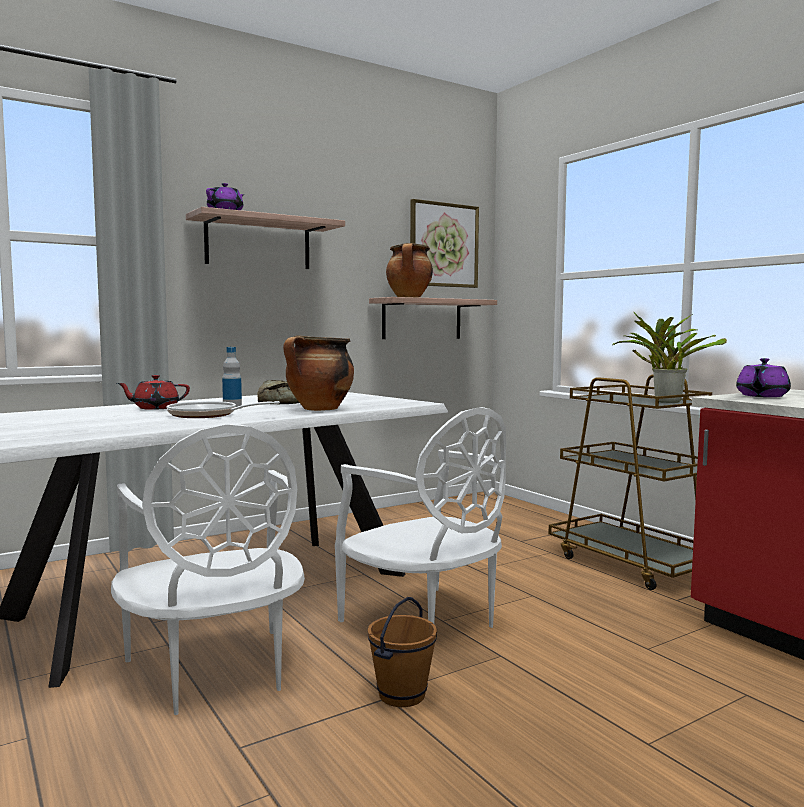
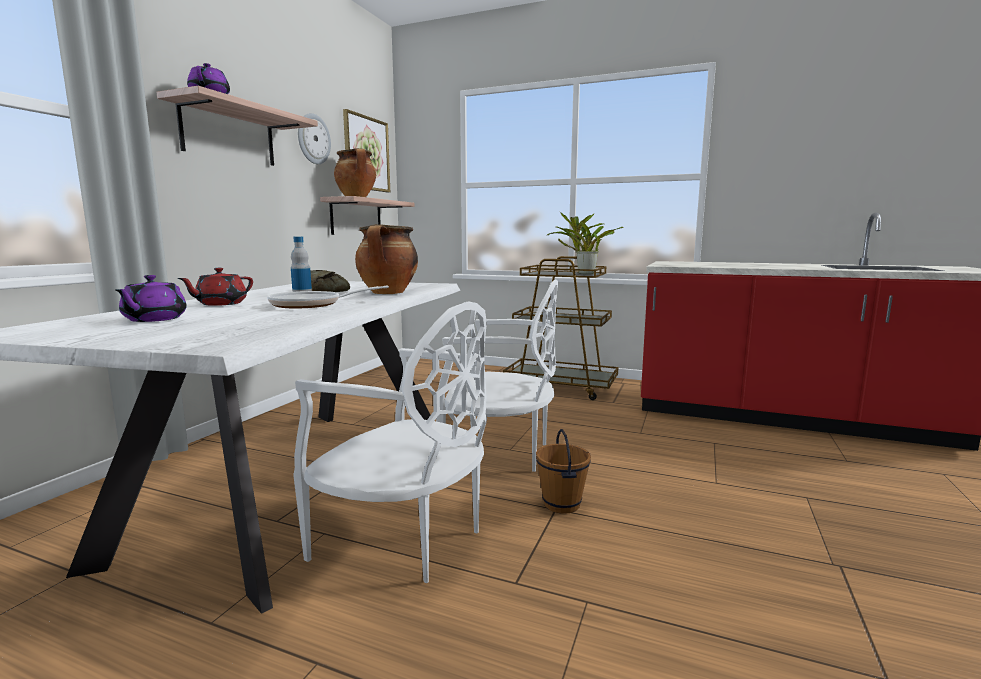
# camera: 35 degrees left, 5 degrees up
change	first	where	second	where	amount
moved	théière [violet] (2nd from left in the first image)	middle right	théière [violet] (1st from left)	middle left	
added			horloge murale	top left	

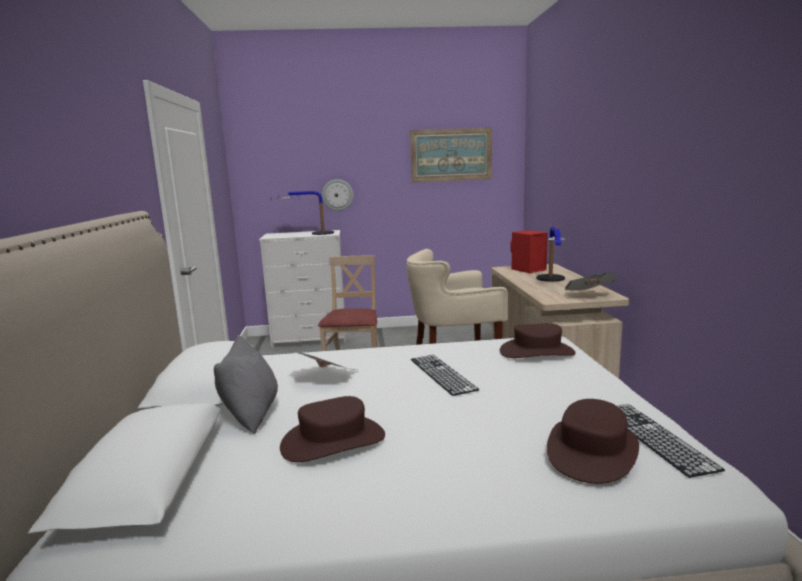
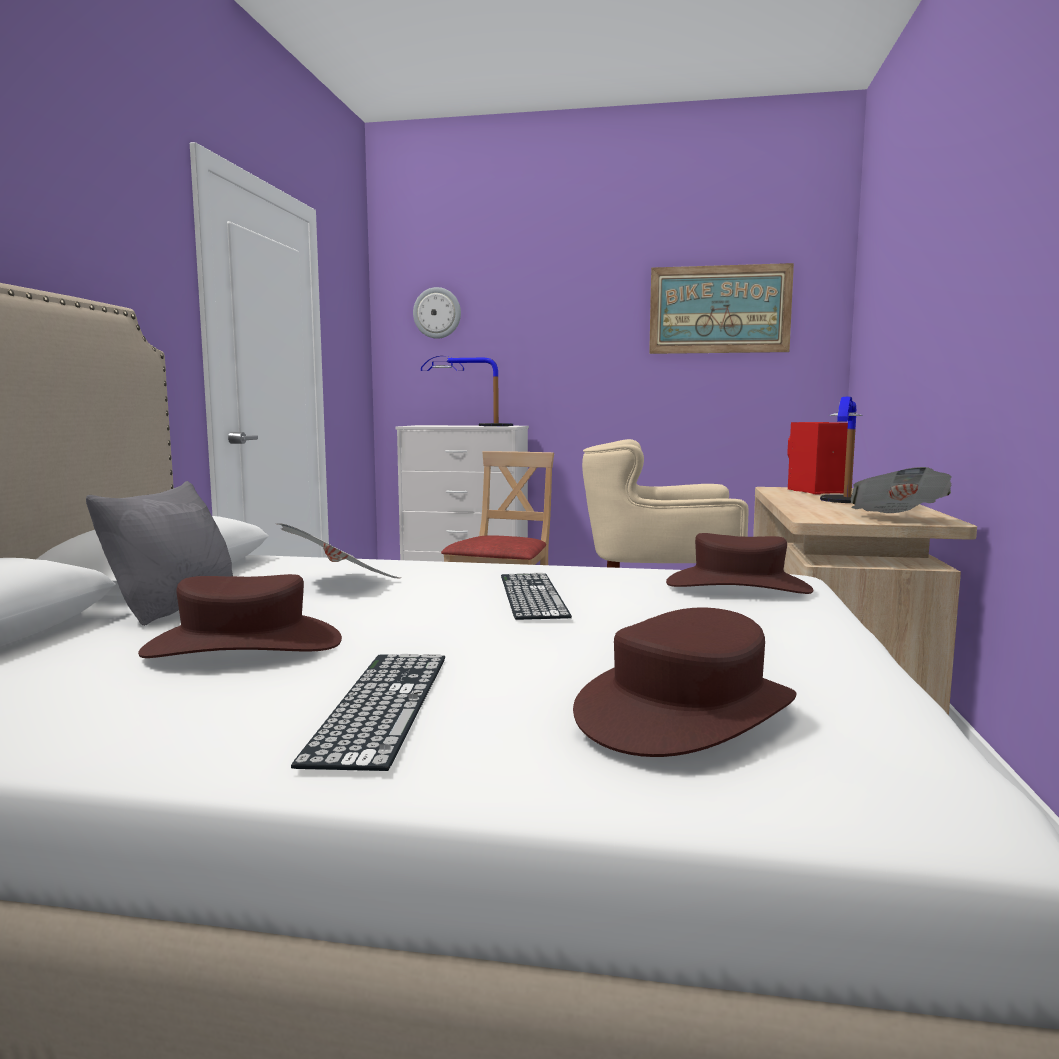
# camera: 15 degrees right, 5 degrees down
change	first	where	second	where	amount
moved	clavier (2nd from left in the first image)	bottom right	clavier (1st from left)	bottom centre	
moved	horloge murale	centre		top centre	

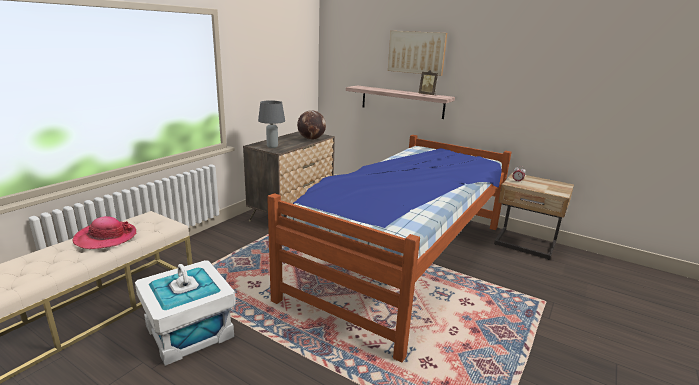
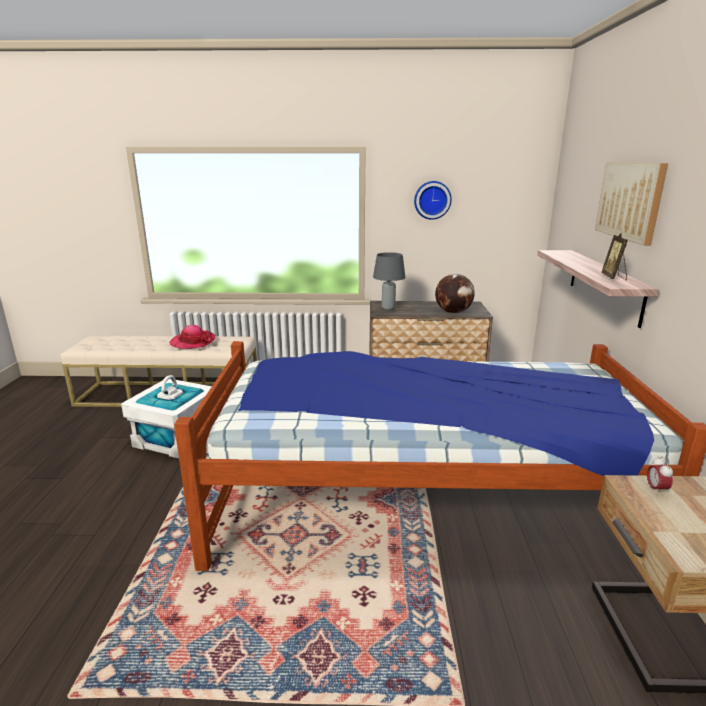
# camera: 60 degrees right, 0 degrees up
change	first	where	second	where	amount
added			horloge murale	top centre	

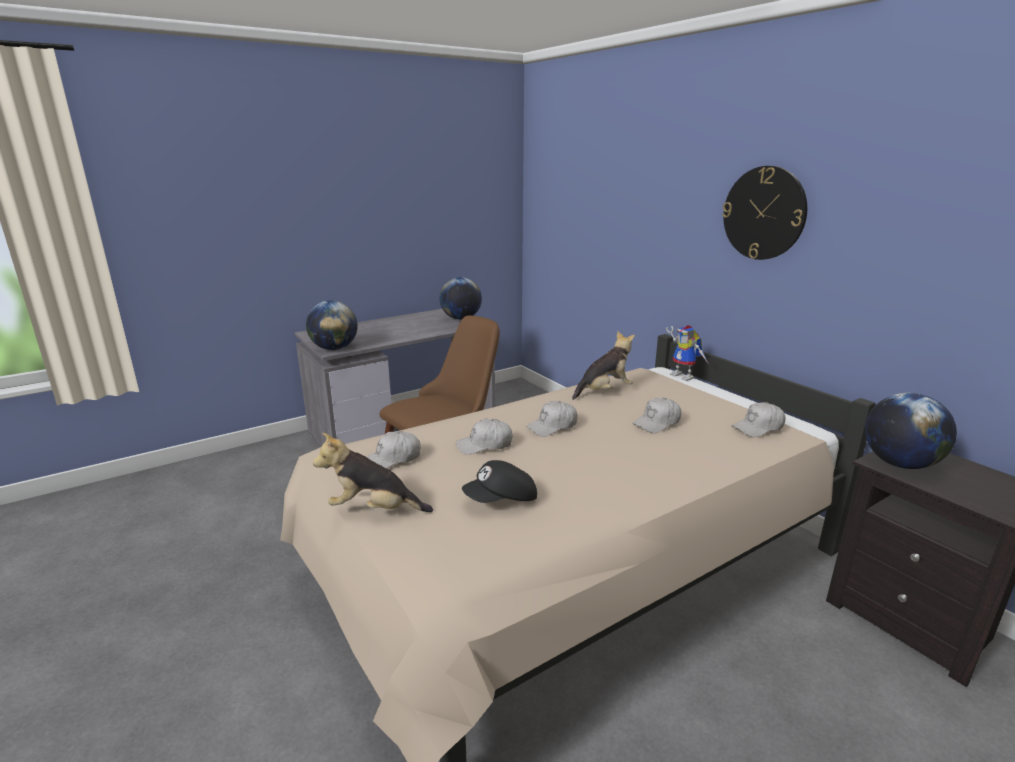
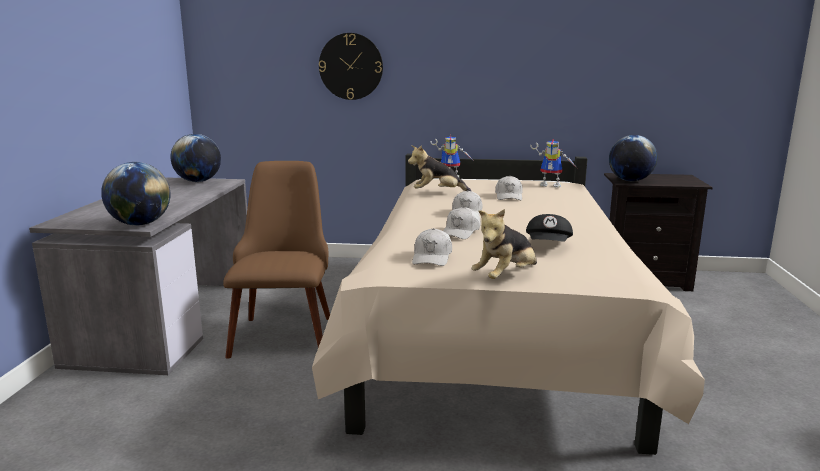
# camera: 50 degrees left, 5 degrees down
change	first	where	second	where	amount
moved	horloge murale	top right		top centre	
turned	peluche (2nd from left in the first image)	centre	peluche (1st from left)	centre	105 degrees counterclockwise
replaced	casquette [blanc] (5th from left)	middle right	robot jouet (2nd from left)	middle right	

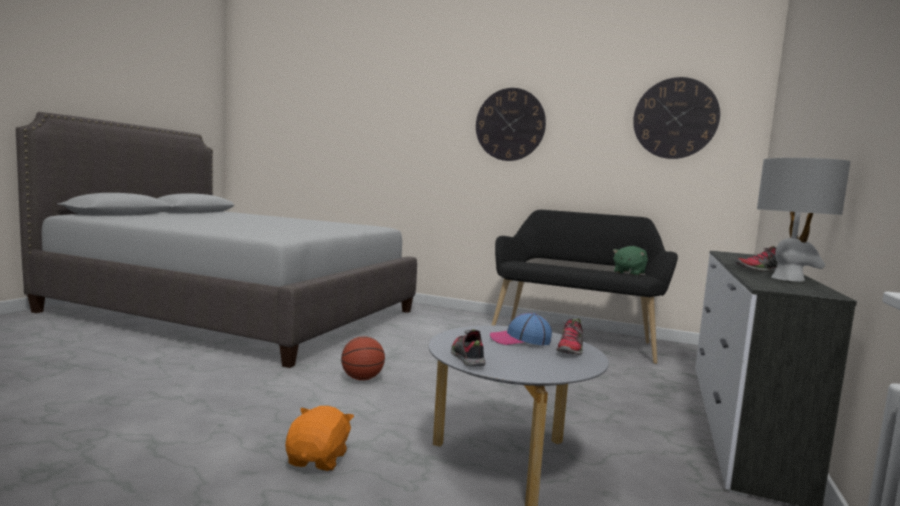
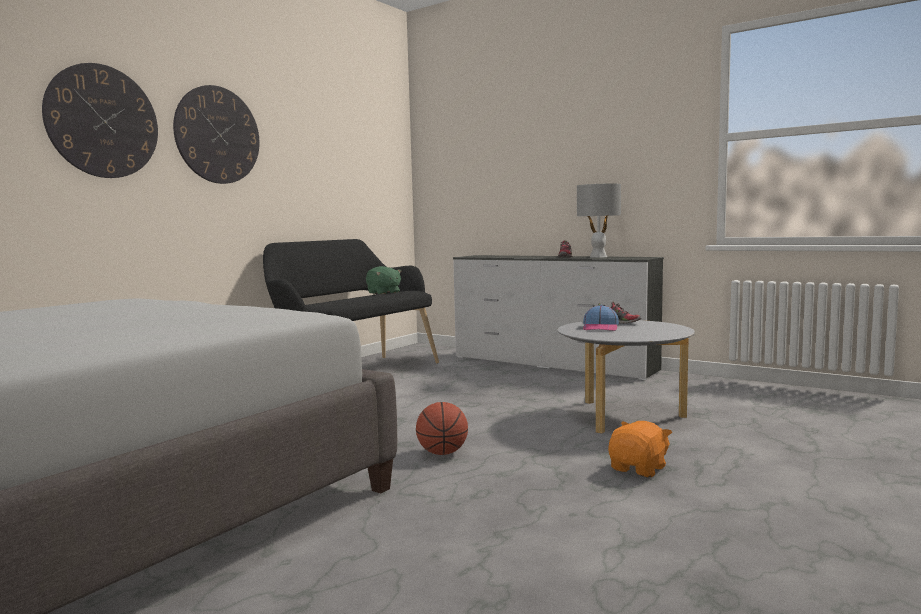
# camera: 75 degrees left, 0 degrees up
change	first	where	second	where	amount
moved	horloge murale (2nd from left in the first image)	top right	horloge murale (1st from left)	top left	
turned	peluche [orange]	bottom centre		bottom right	105 degrees clockwise
removed	chaussure (1st from left)	bottom centre			

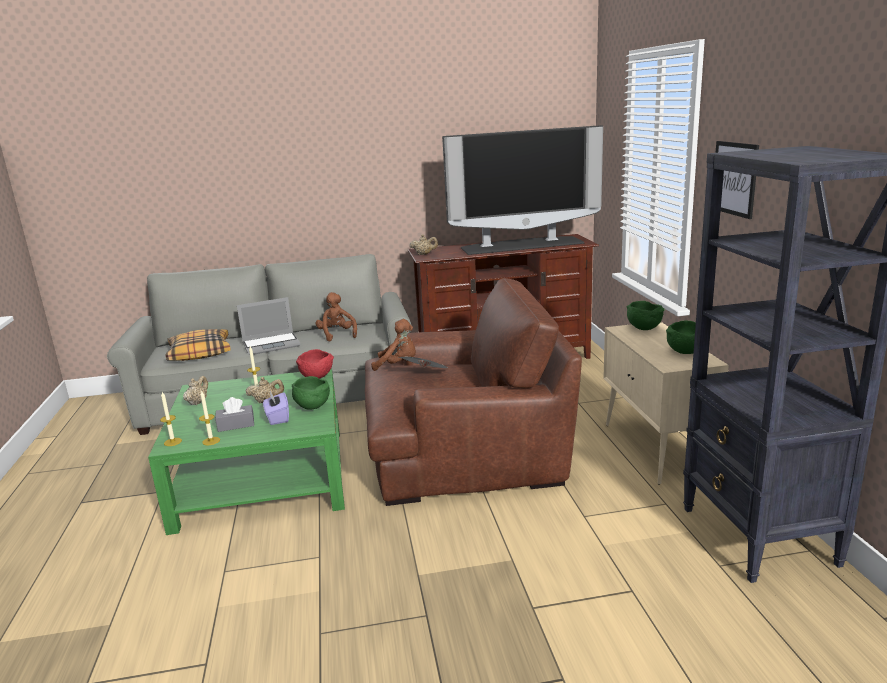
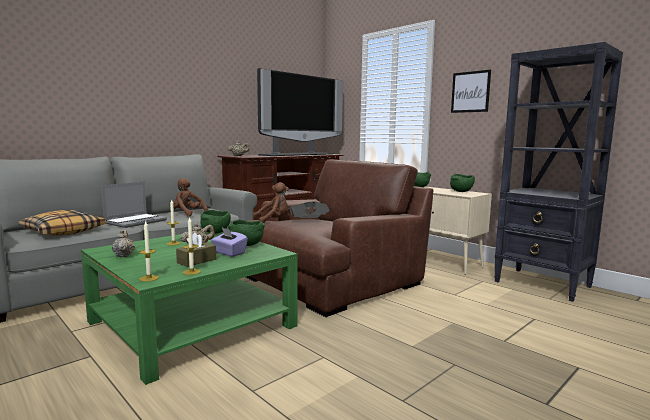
# camera: 35 degrees left, 10 degrees down
change	first	where	second	where	amount
recoloured	boîte à mouchoirs [gris]	middle left	boîte à mouchoirs [marron]	middle left	
recoloured	bol [rouge]	centre	bol [vert] (1st from left)	middle left	

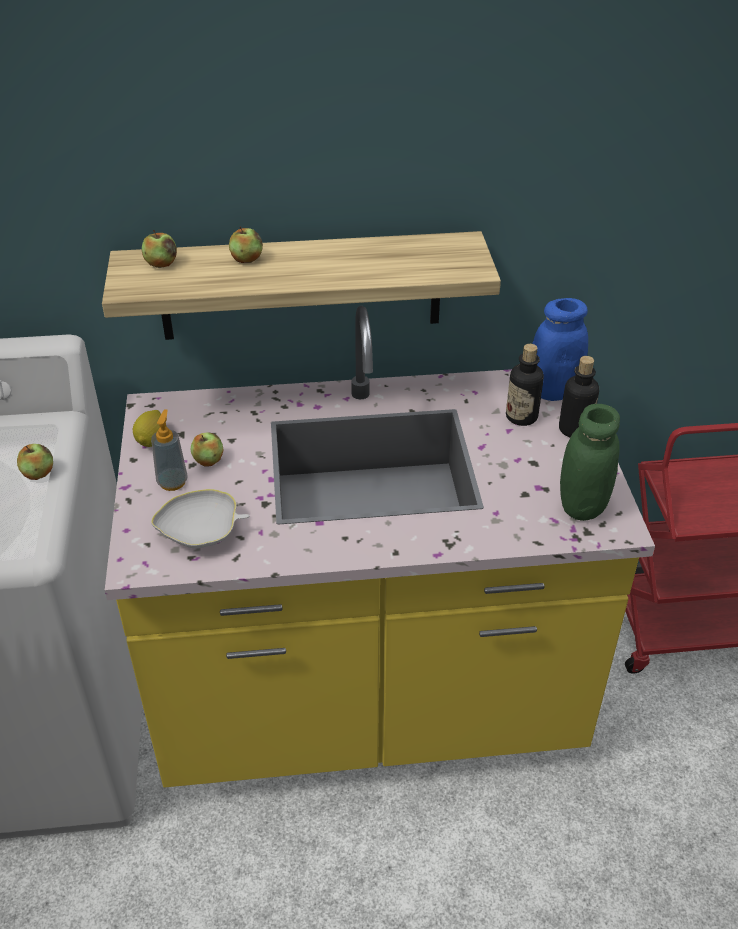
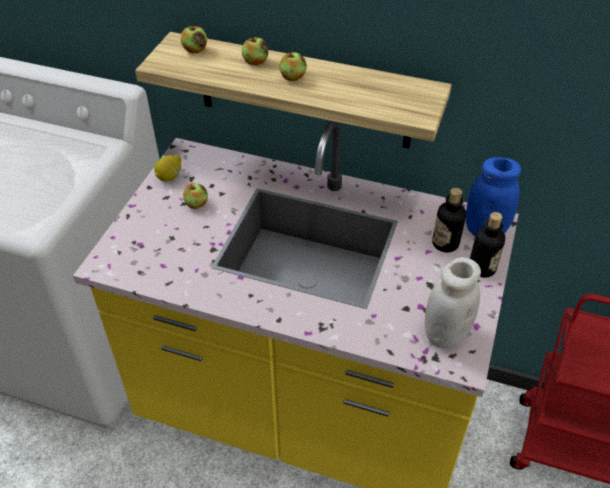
# camera: 25 degrees right, 5 degrees up
change	first	where	second	where	amount
moved	pomme (1st from left in the first image)	middle left	pomme (4th from left)	top centre	
recoloured	bocal [vert]	middle right	bocal [blanc]	middle right	
removed	distributeur de savon	middle left			
removed	bol [blanc]	middle left			

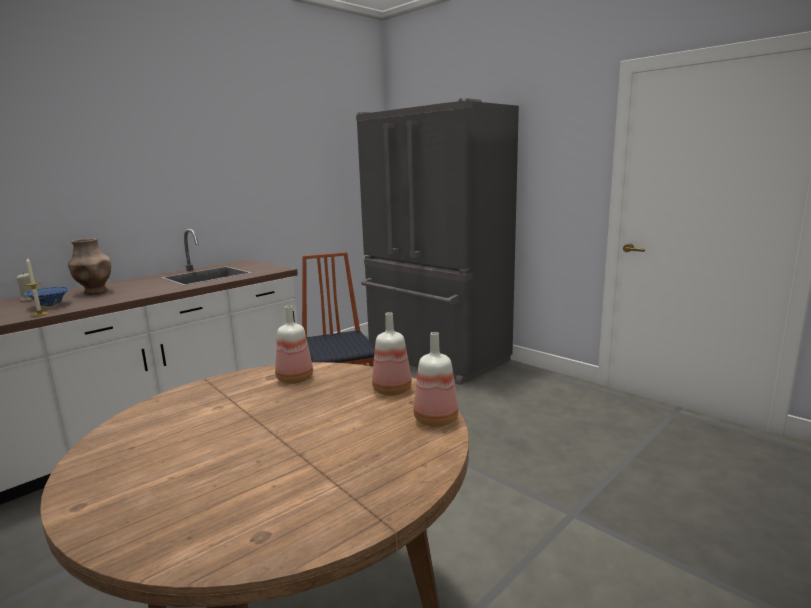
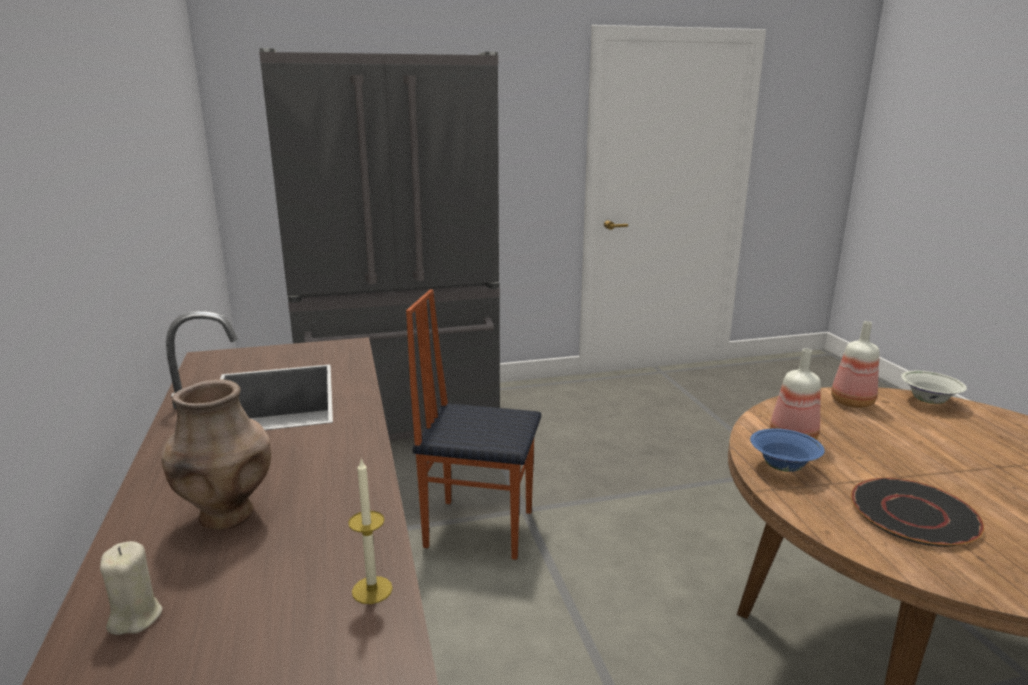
# camera: 60 degrees left, 5 degrees up
change	first	where	second	where	amount
moved	bol [bleu]	middle left		middle right	
added			assiette [noir]	bottom right	
replaced	bouteille (3rd from left)	centre	bol [blanc]	middle right	

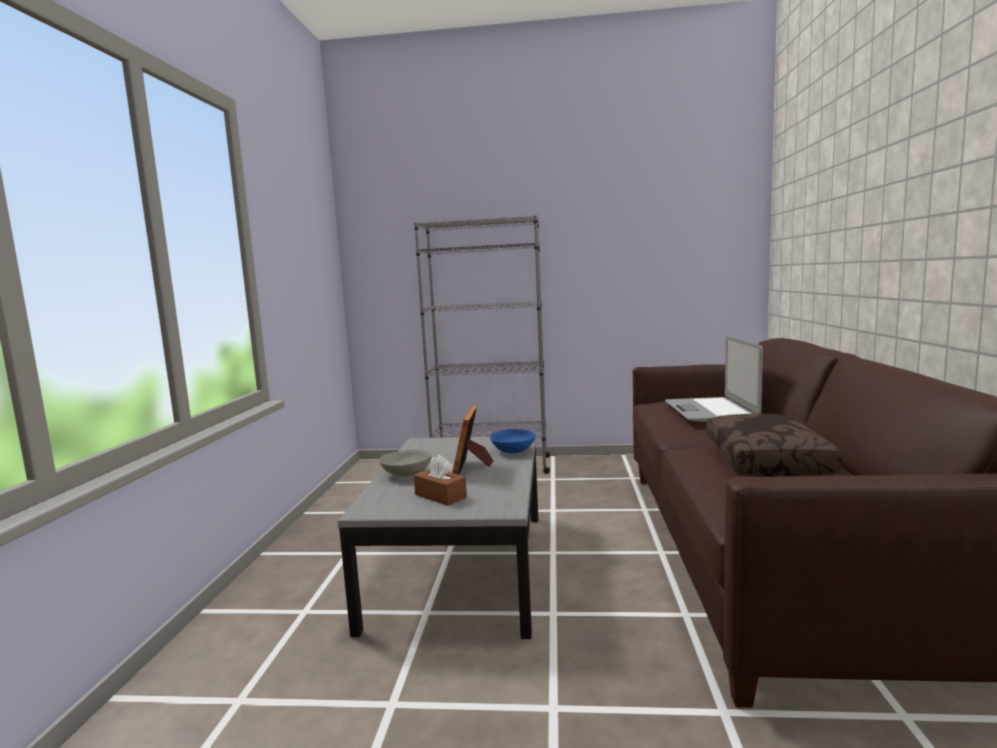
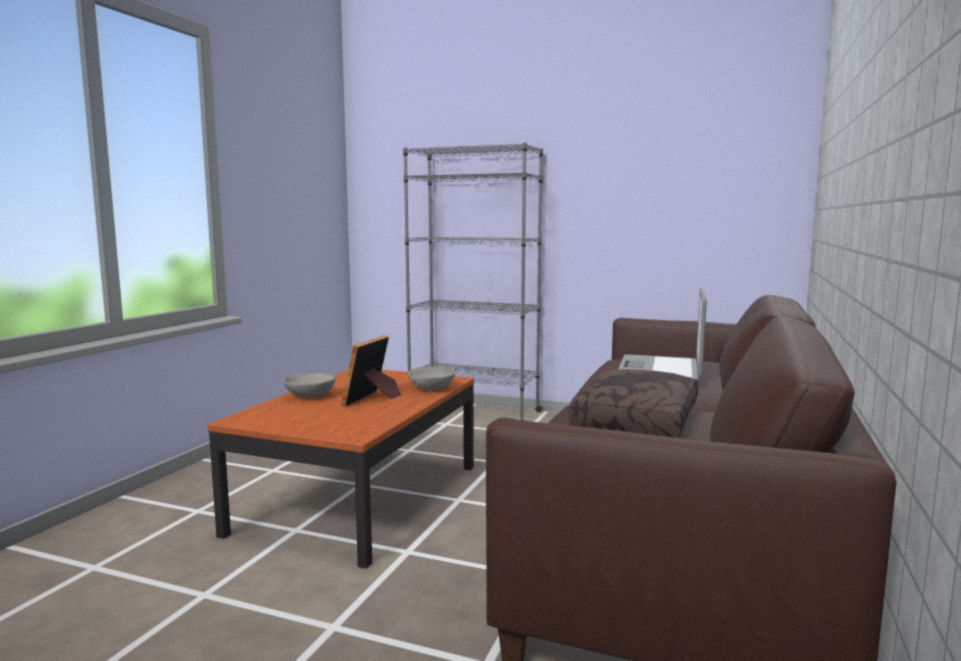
# camera: 15 degrees right, 0 degrees up
change	first	where	second	where	amount
recoloured	table basse [gris]	bottom centre	table basse [marron]	bottom centre	
recoloured	bol [bleu]	centre	bol [gris] (2nd from left)	centre	
removed	boîte à mouchoirs [marron]	centre			

